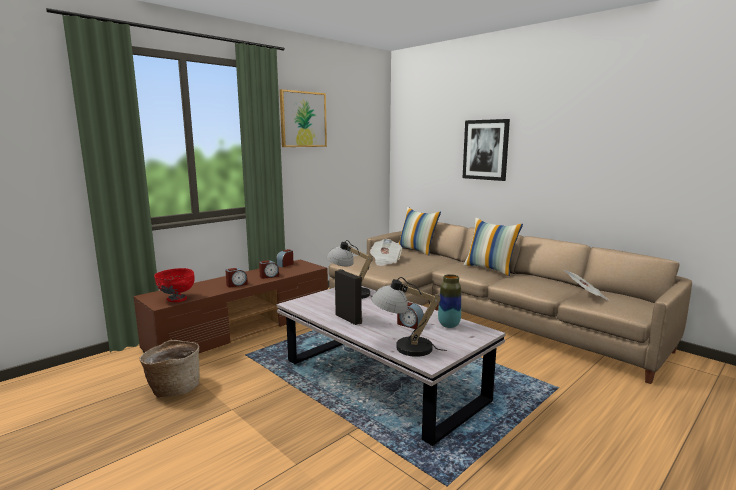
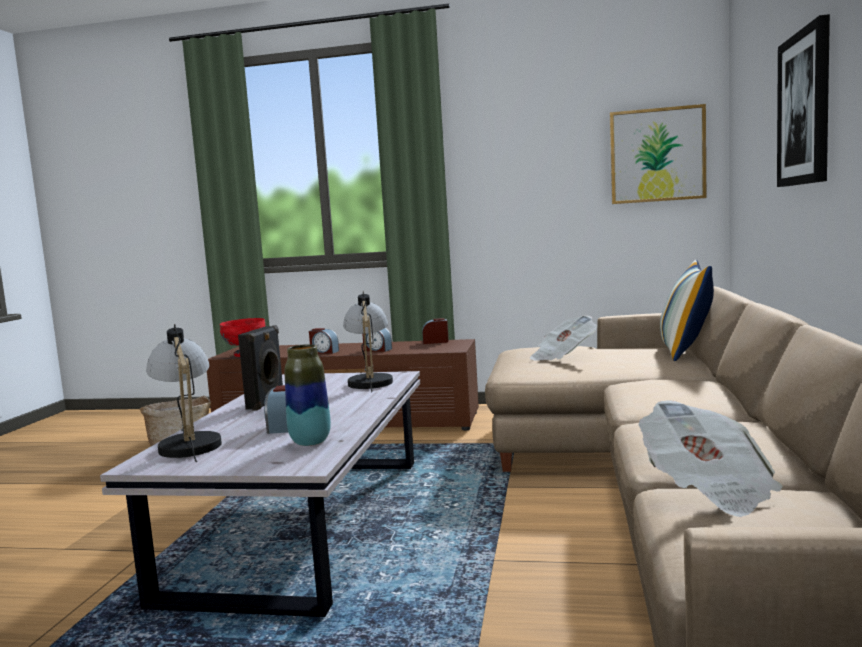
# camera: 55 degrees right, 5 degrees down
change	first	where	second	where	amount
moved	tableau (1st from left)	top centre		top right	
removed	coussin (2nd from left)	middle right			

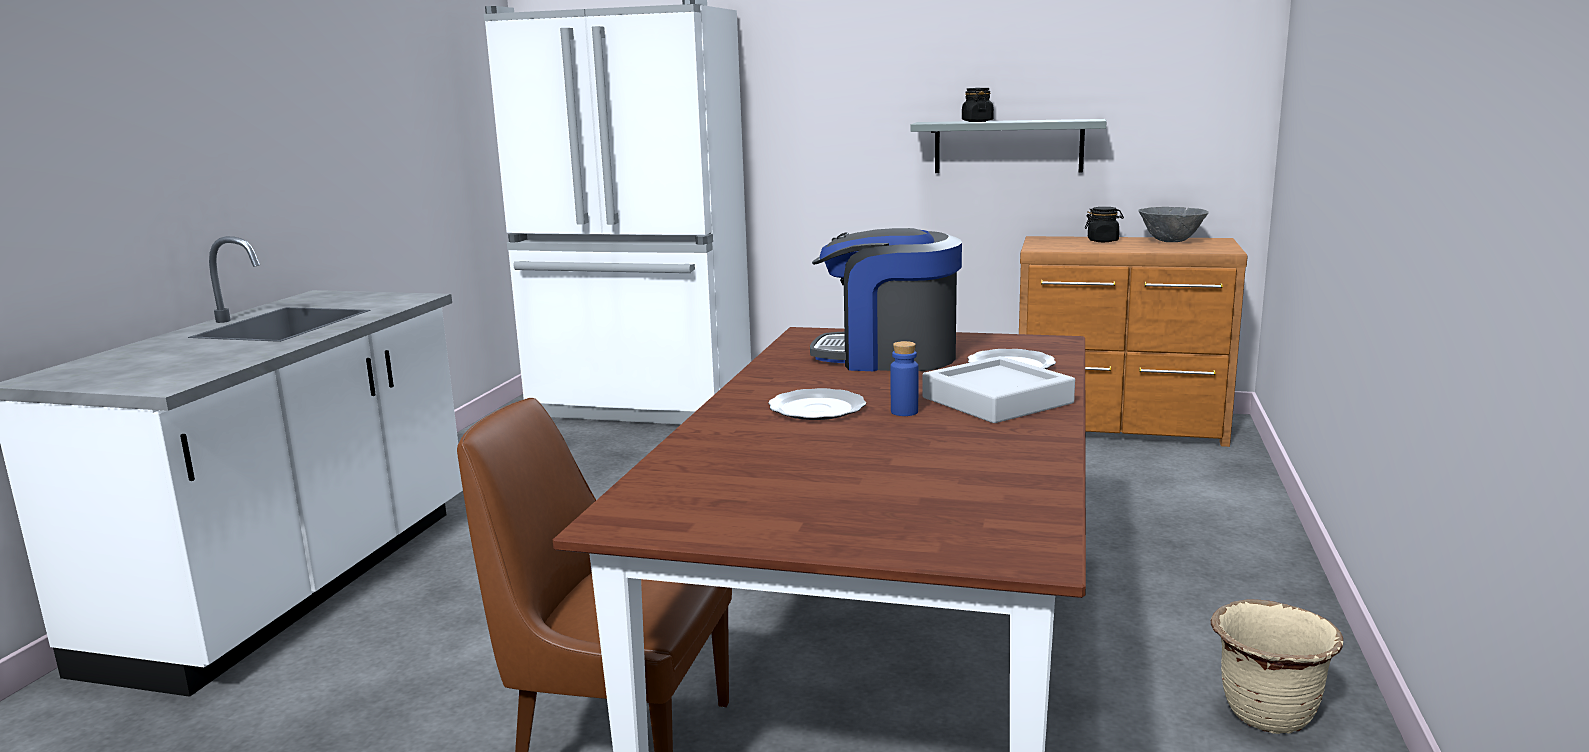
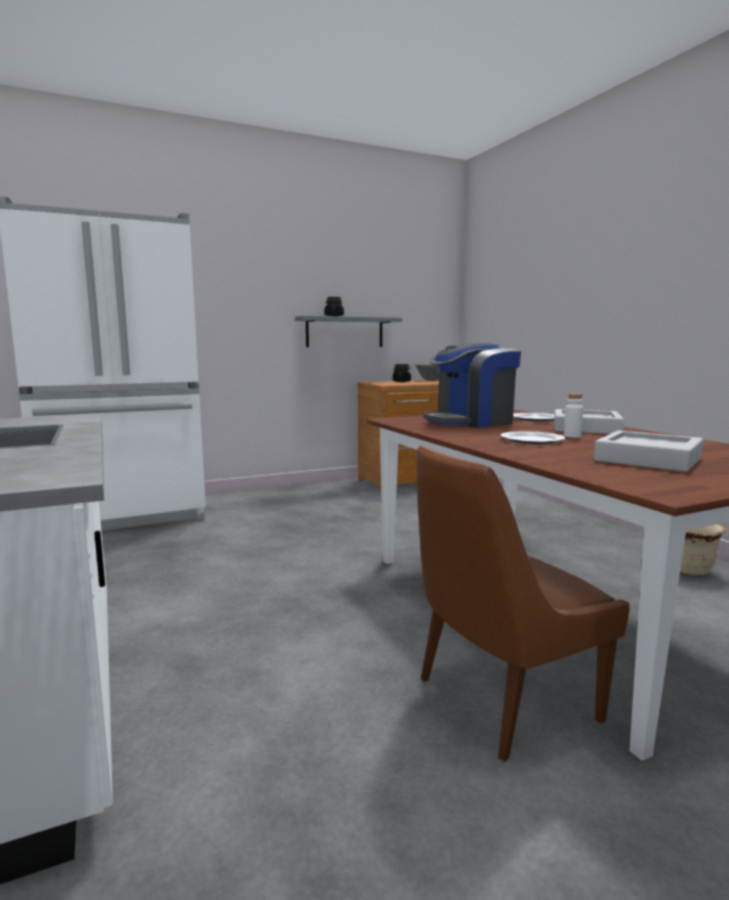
# camera: 40 degrees left, 5 degrees down
change	first	where	second	where	amount
recoloured	bouteille [bleu]	centre	bouteille [blanc]	middle right	
added			plateau [gris] (2nd from left)	middle right	

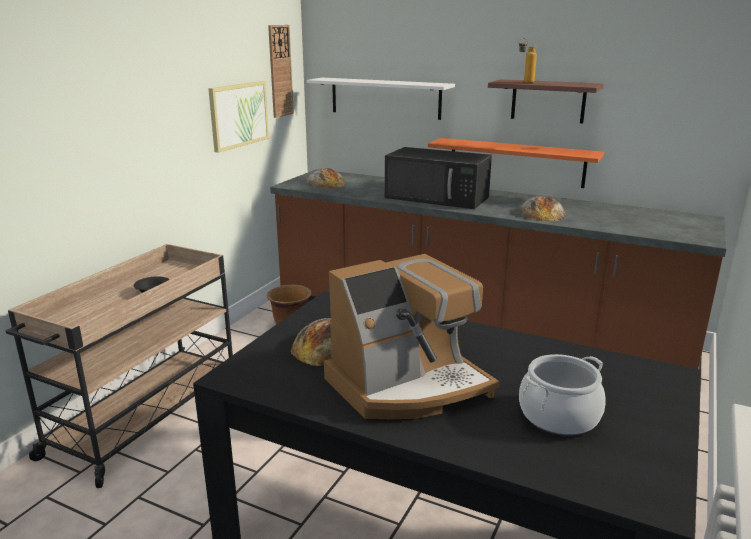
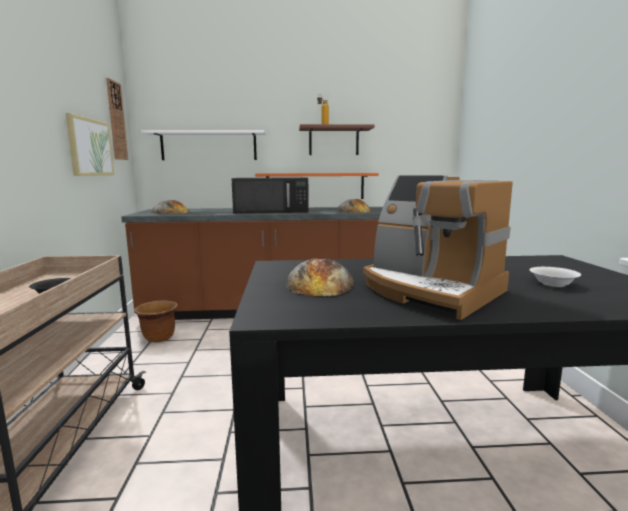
# camera: 30 degrees left, 10 degrees down
change	first	where	second	where	amount
turned	machine à café	centre		middle right	105 degrees clockwise
replaced	marmite	bottom right	bol [blanc]	middle right	

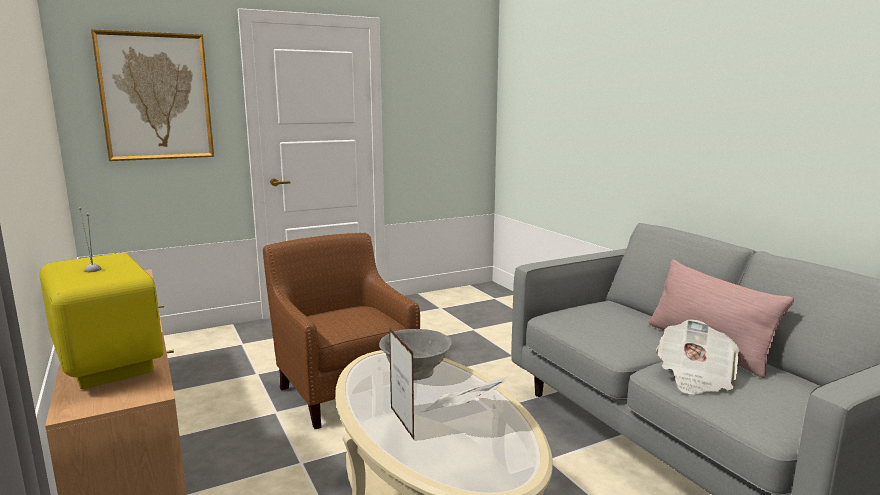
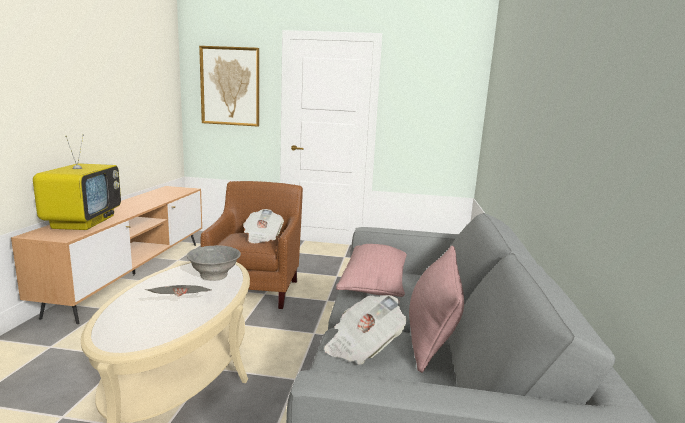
# camera: 35 degrees right, 0 degrees up
change	first	where	second	where	amount
added			journal (2nd from left)	centre	
added			coussin [rose] (1st from left)	centre	
removed	cadre photo	bottom centre			

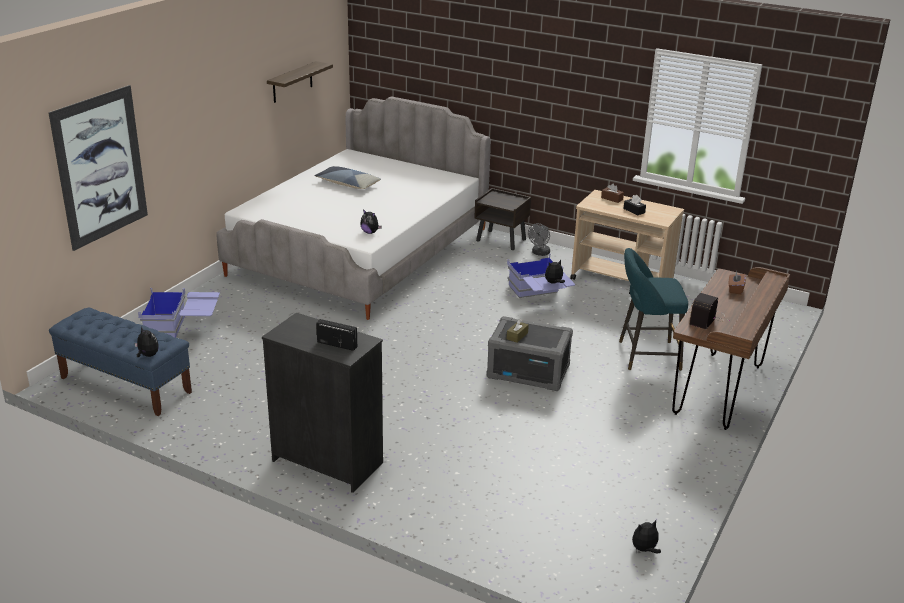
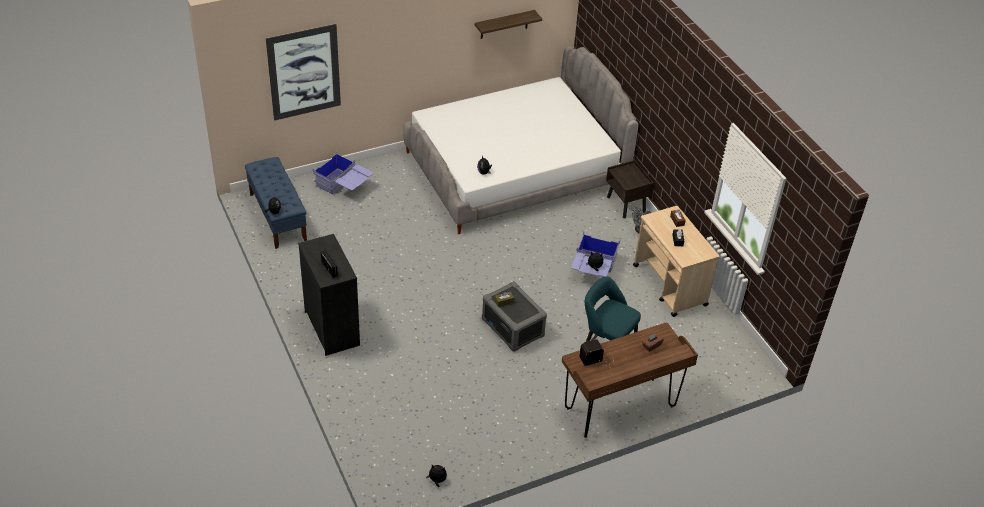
# camera: 35 degrees right, 15 degrees up
change	first	where	second	where	amount
removed	coussin	top centre			

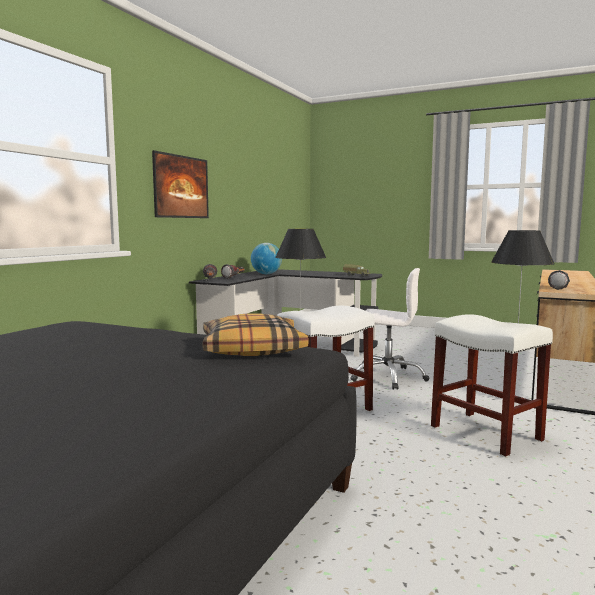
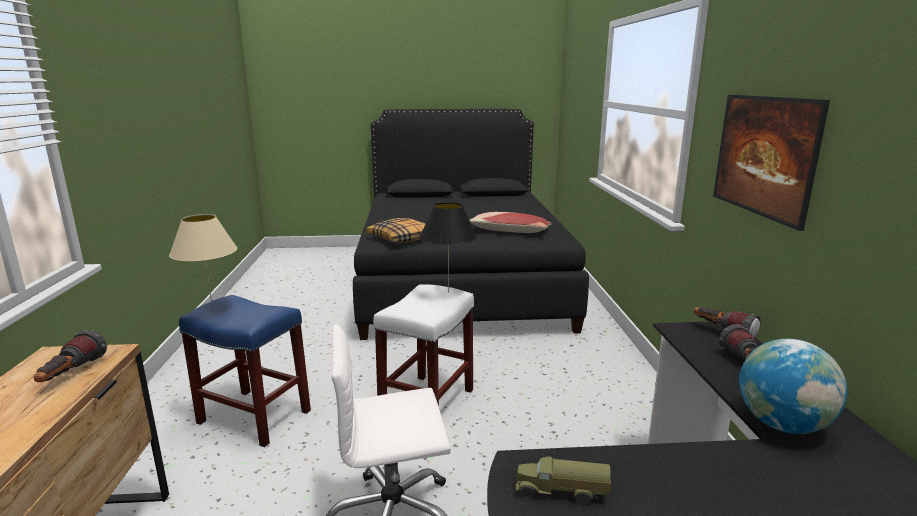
# camera: 150 degrees right, 10 degrees up
change	first	where	second	where	amount
recoloured	lampe de table [noir] (2nd from left)	middle right	lampe de table [beige]	middle left	
recoloured	tabouret [blanc] (2nd from left)	middle right	tabouret [bleu]	bottom left	
added			coussin (2nd from left)	centre	

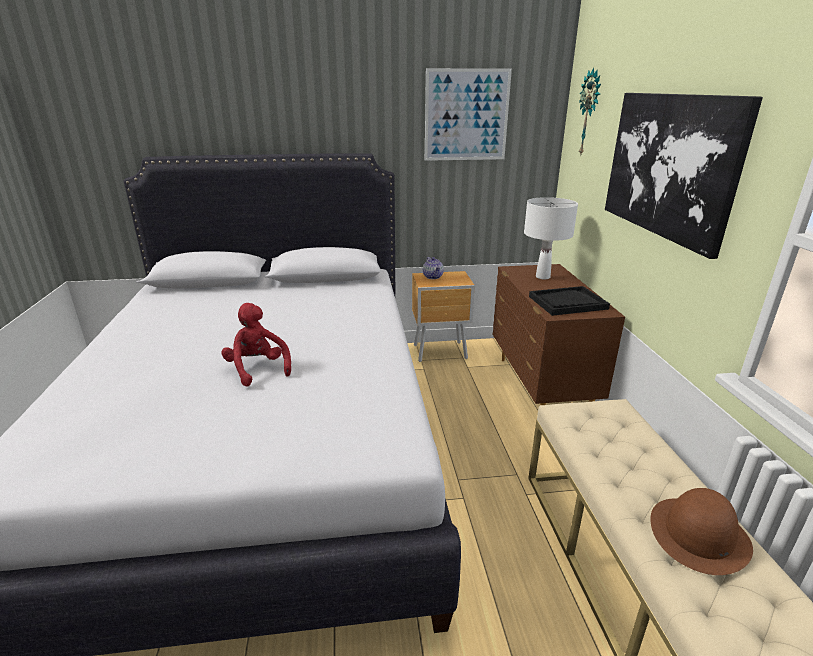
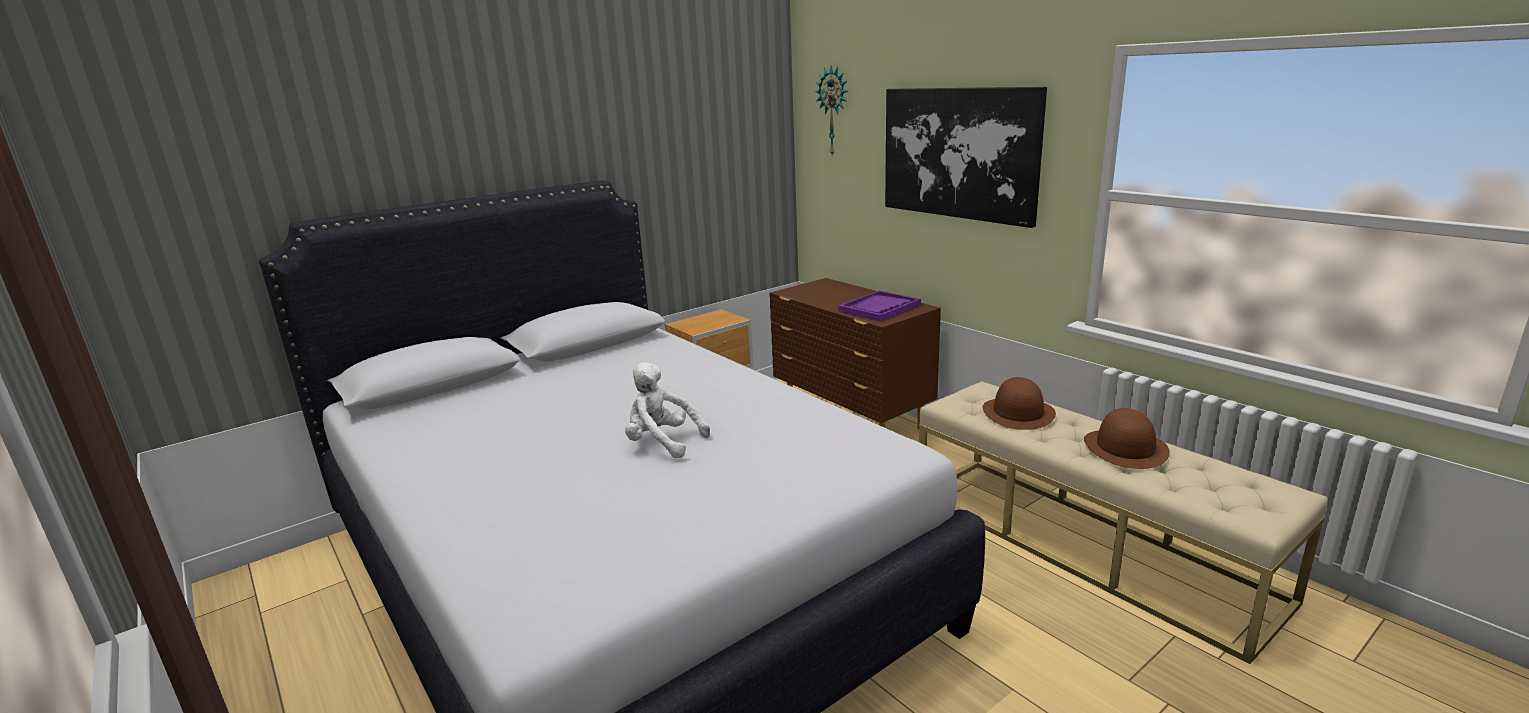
# camera: 30 degrees left, 5 degrees down
change	first	where	second	where	amount
recoloured	peluche [rouge]	middle left	peluche [blanc]	centre	
recoloured	plateau [noir]	middle right	plateau [violet]	centre	
added			chapeau [marron] (1st from left)	centre	
removed	théière	centre			
removed	tableau (1st from left)	top centre			
removed	lampe de table [blanc]	middle right			

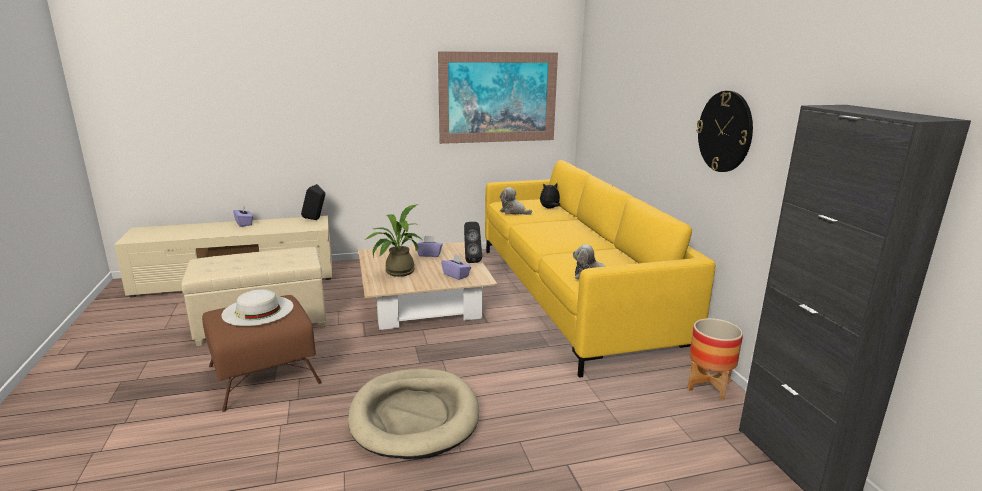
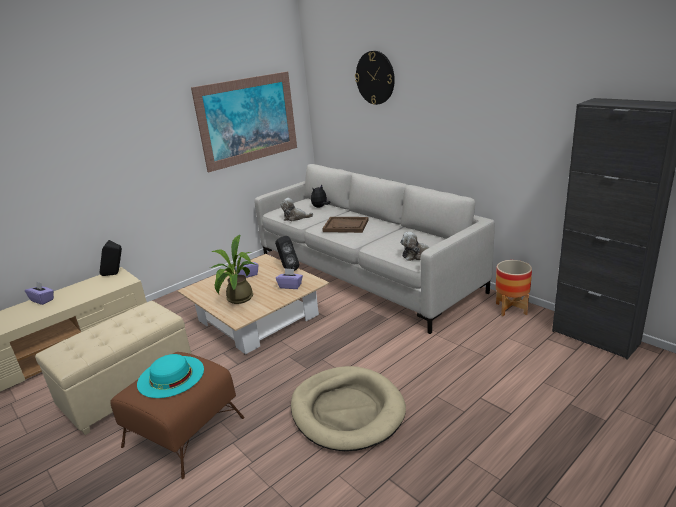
# camera: 25 degrees left, 5 degrees up
change	first	where	second	where	amount
recoloured	chapeau [blanc]	middle left	chapeau [turquoise]	bottom left	
recoloured	canapé [jaune]	centre	canapé [gris]	centre	
added			plateau [marron]	centre	
moved	horloge murale	top right		top centre	

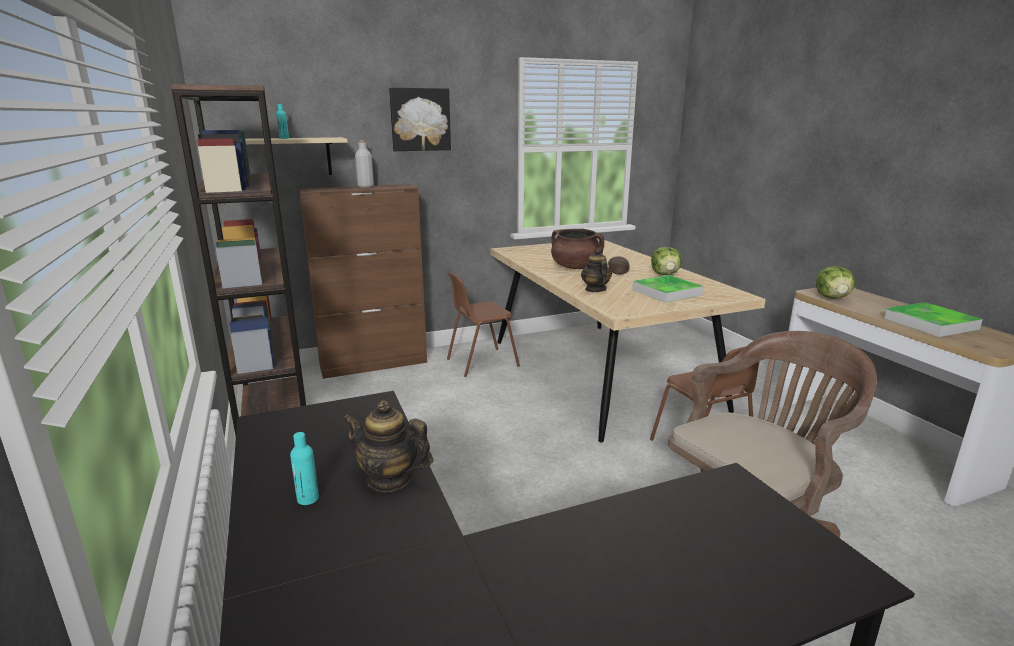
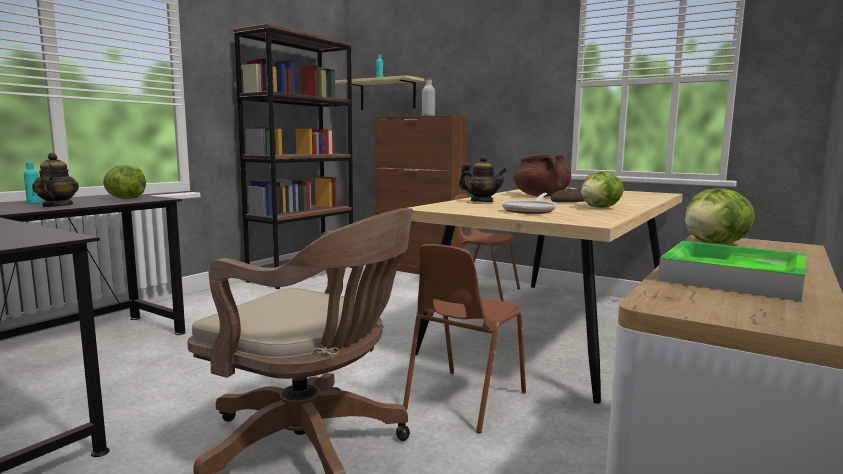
# camera: 55 degrees right, 10 degrees down
change	first	where	second	where	amount
added			laitue (1st from left)	middle left	
turned	théière (2nd from left)	centre		centre	75 degrees clockwise
replaced	plateau (1st from left)	centre	poêle	centre	
removed	tableau	top centre			

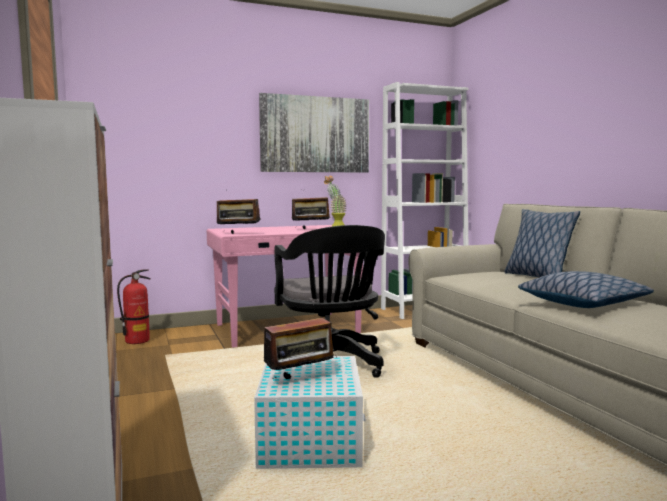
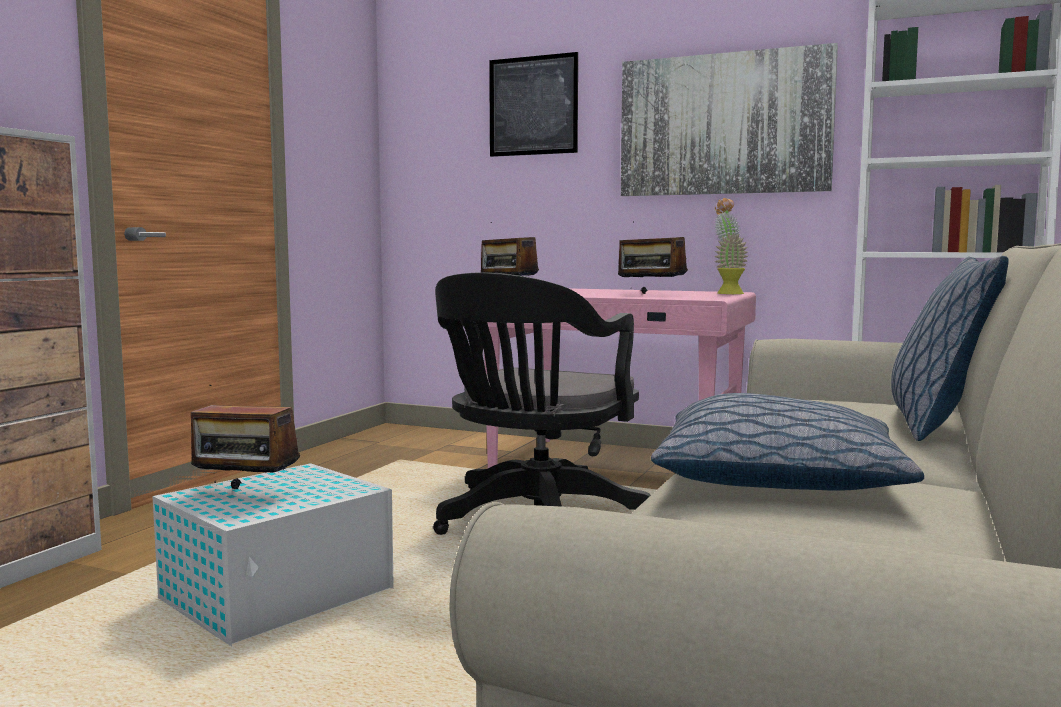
# camera: 45 degrees right, 0 degrees up
change	first	where	second	where	amount
added			tableau (1st from left)	top centre	
removed	extincteur	middle left			

